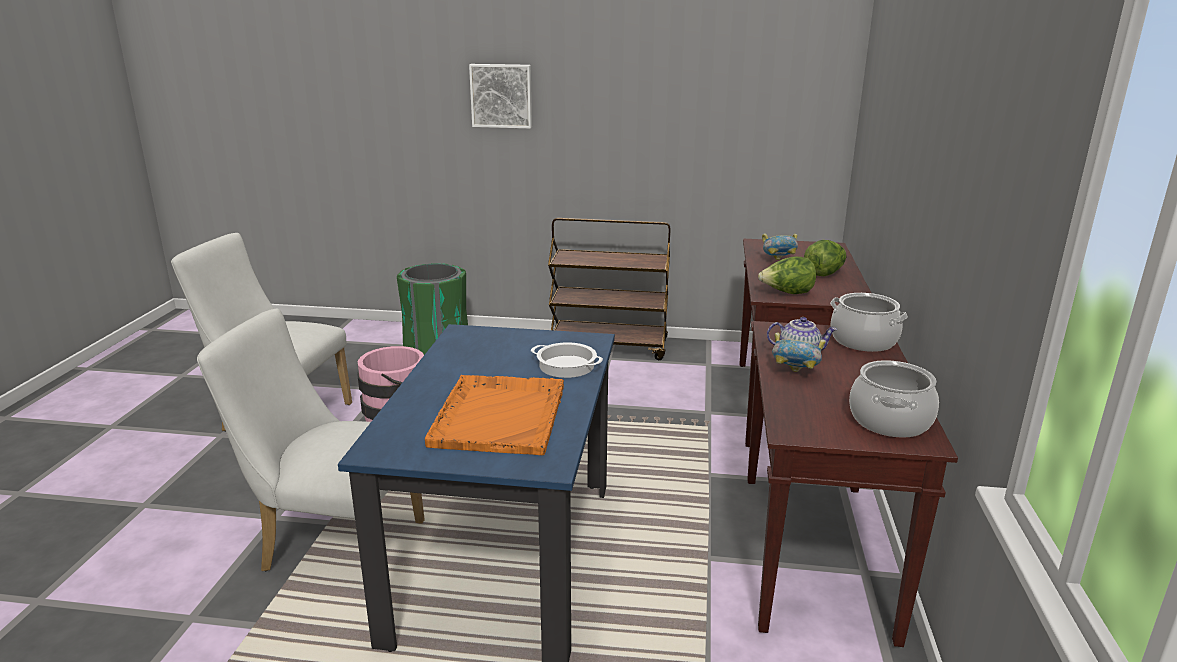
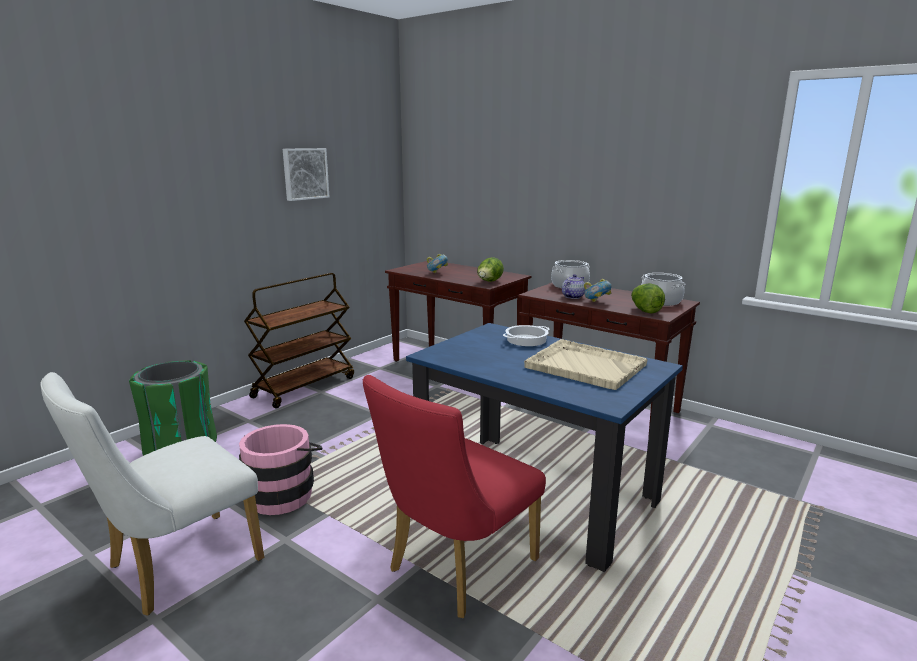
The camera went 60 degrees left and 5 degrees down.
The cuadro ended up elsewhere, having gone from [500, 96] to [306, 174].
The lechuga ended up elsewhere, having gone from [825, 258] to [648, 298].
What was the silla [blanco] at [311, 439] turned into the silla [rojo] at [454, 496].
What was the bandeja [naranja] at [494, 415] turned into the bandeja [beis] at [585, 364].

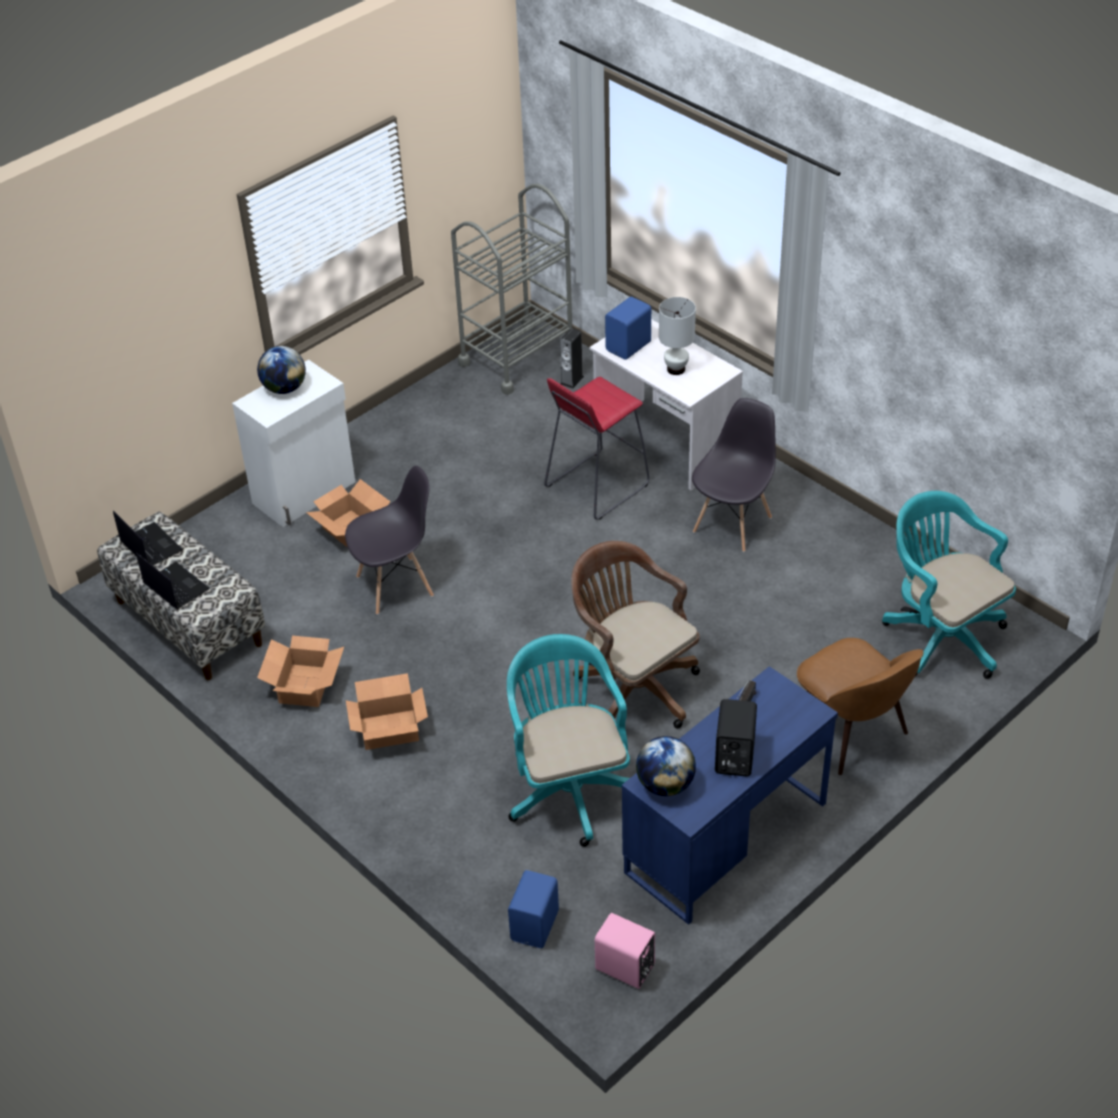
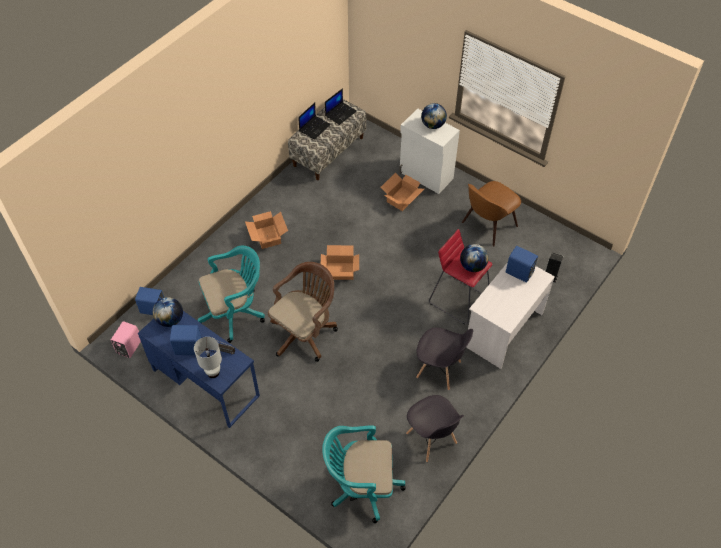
The camera went 80 degrees right and 10 degrees up.
The second view lost the carrito [gris] at [511, 289].
The lámpara de mesa [blanco] ended up elsewhere, having gone from [677, 336] to [208, 357].
The silla [gris] ended up elsewhere, having gone from [389, 540] to [435, 428].
The silla de oficina [turquesa] at [949, 585] ended up facing another way, 135 degrees counterclockwise from before.
The caja de cartón ended up elsewhere, having gone from [300, 671] to [340, 262].
The silla [marrón] ended up elsewhere, having gone from [860, 706] to [491, 213].
What was the altavoz [negro] at [736, 737] turned into the altavoz [azul] at [186, 340].
The second view gained the globo terráqueo at [474, 258].

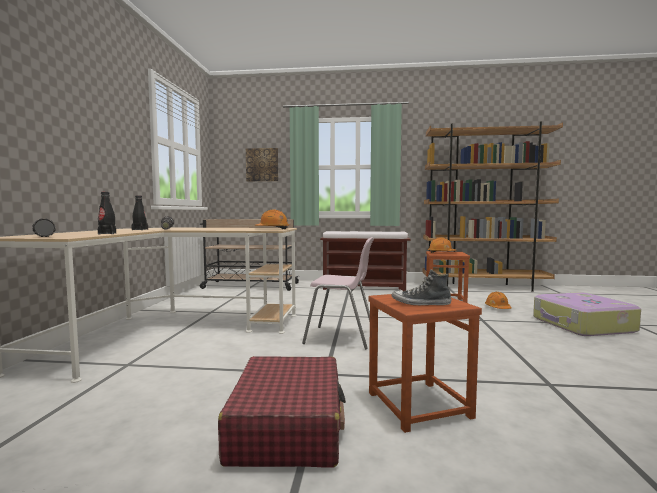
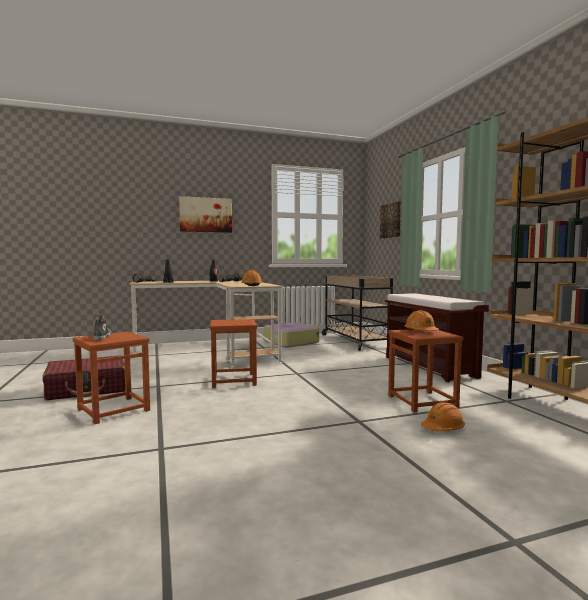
The camera went 65 degrees right and 0 degrees up.
Where the silla [rosa] stood at [338, 293], the taburete [marrón] came to stand at [233, 353].
The maleta ended up elsewhere, having gone from [587, 314] to [291, 335].
The second view gained the cuadro at [205, 214].

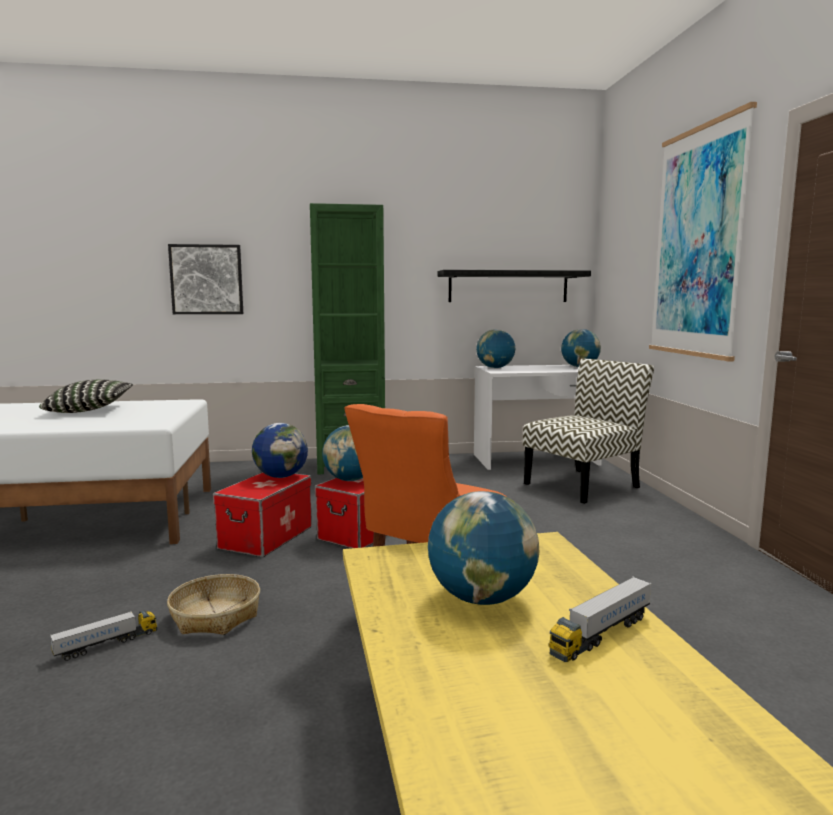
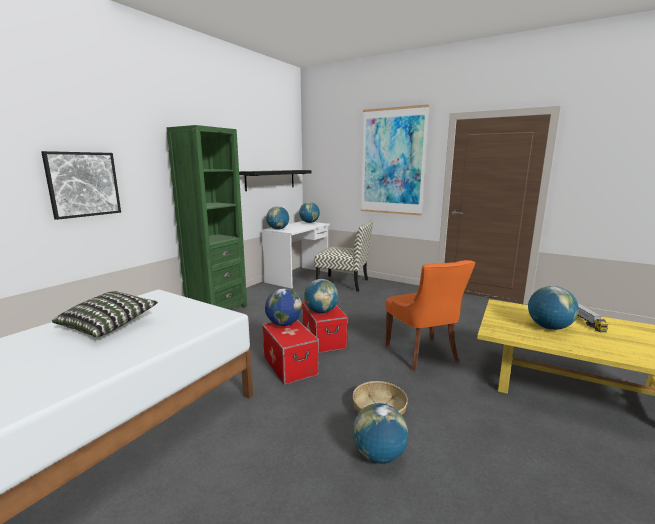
The camera went 50 degrees left and 5 degrees up.
The silla at [588, 431] ended up facing another way, 105 degrees clockwise from before.
Where the camión de juguete stood at [103, 636], the globo terráqueo came to stand at [380, 433].

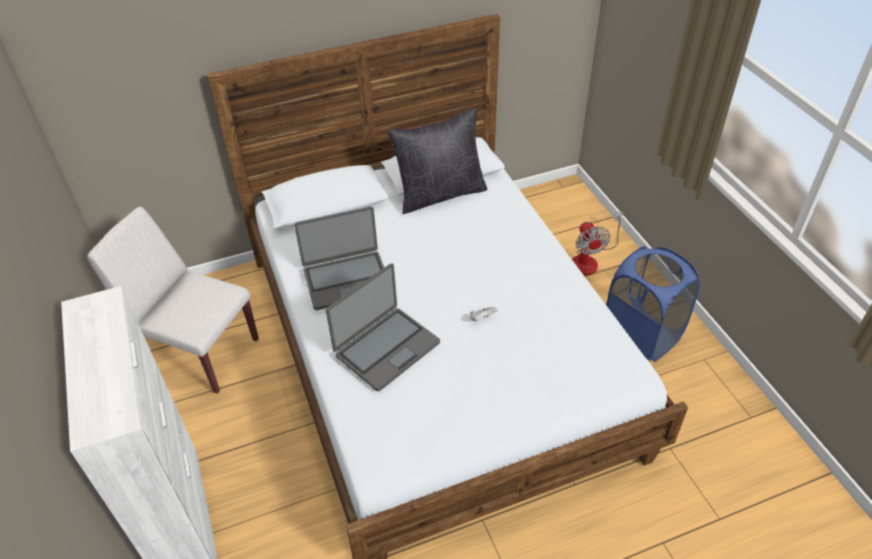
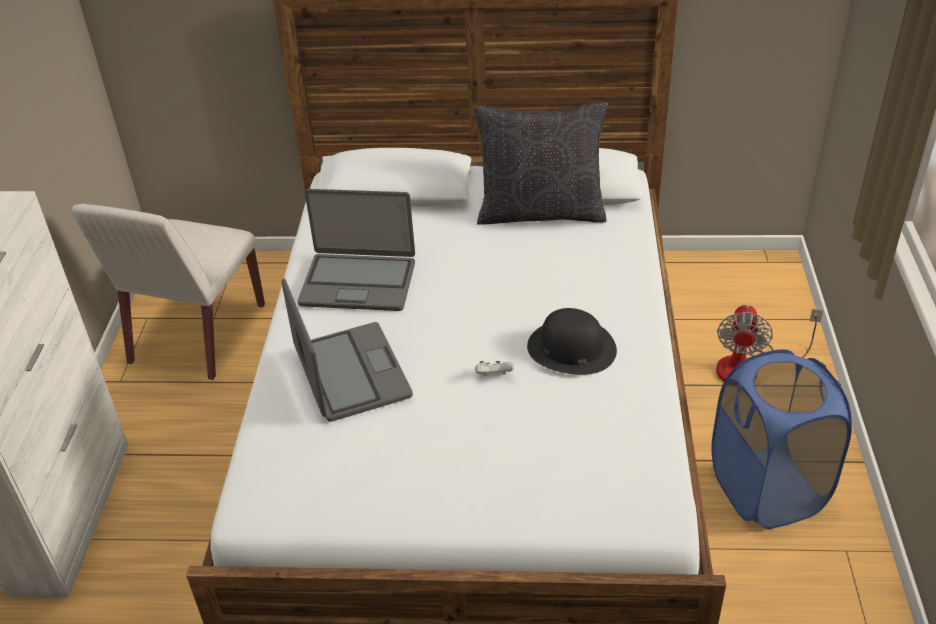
The camera went 25 degrees right and 5 degrees down.
The silla [blanco] at [173, 300] ended up facing another way, 120 degrees counterclockwise from before.
The portátil at [383, 327] ended up facing another way, 90 degrees counterclockwise from before.
The second view gained the sombrero [negro] at [572, 341].

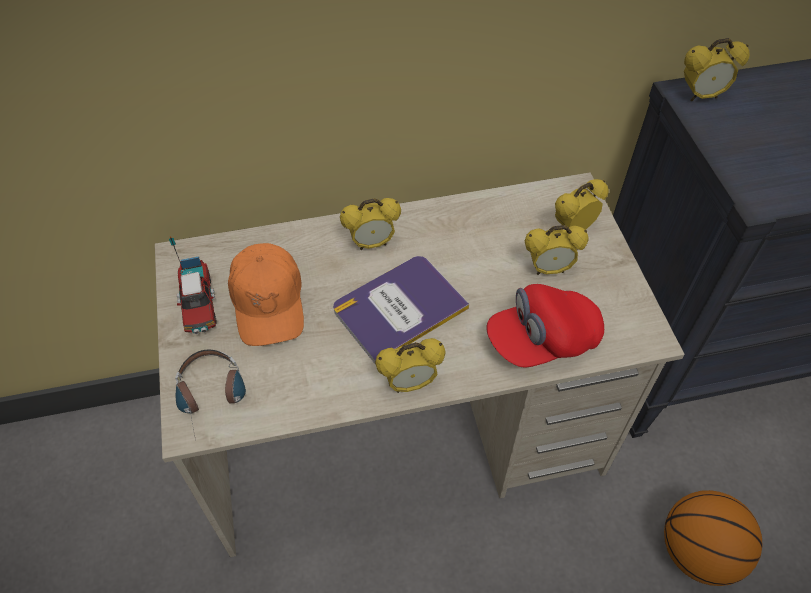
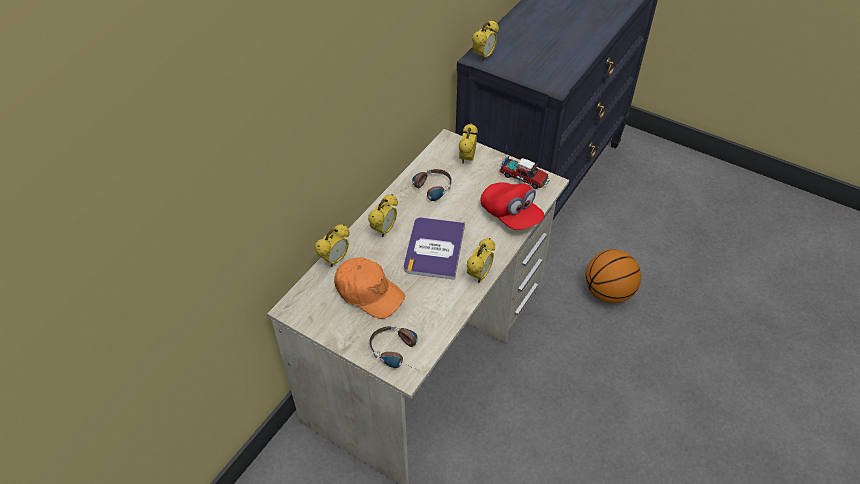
The camera went 45 degrees left and 5 degrees down.
The despertador ended up elsewhere, having gone from [557, 250] to [332, 245].
The camión de juguete ended up elsewhere, having gone from [192, 285] to [524, 167].
The gorra [rojo] at [545, 325] ended up facing another way, 60 degrees counterclockwise from before.
The second view gained the auriculares at [427, 185].

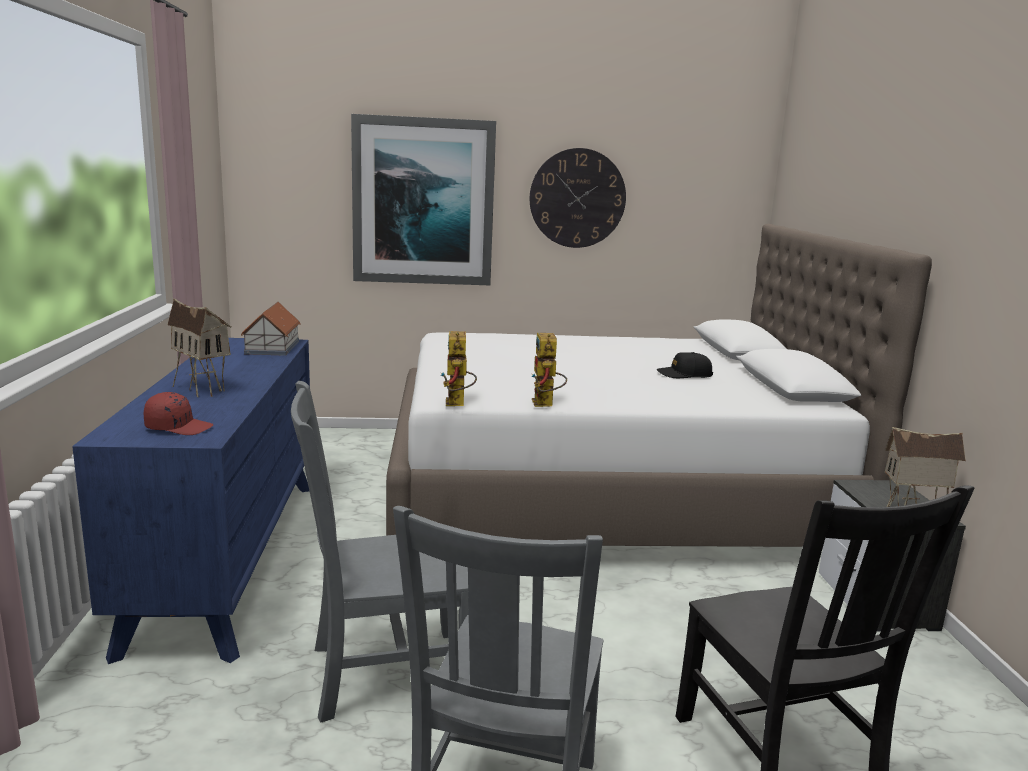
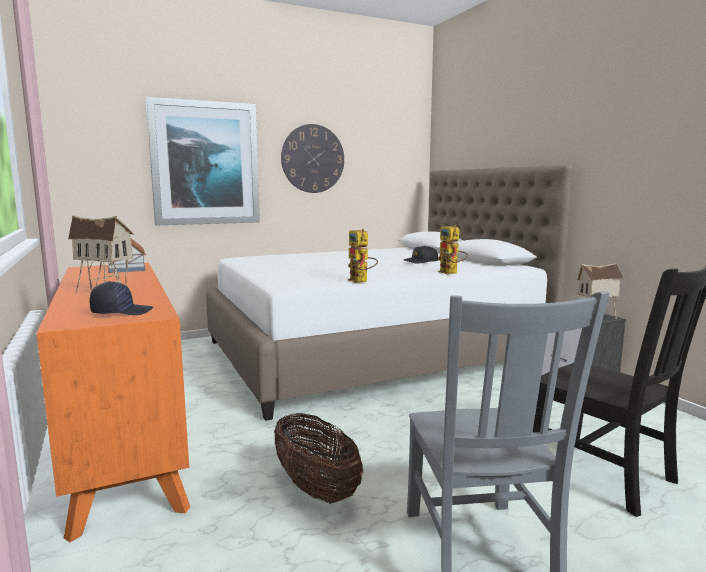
The camera went 20 degrees left and 5 degrees down.
The robot de juguete ended up elsewhere, having gone from [459, 368] to [453, 250].
What was the cómoda [azul] at [191, 501] turned into the cómoda [naranja] at [113, 402].
Where the silla [gris] stood at [380, 552], the cesta came to stand at [318, 458].
What was the gorra [rojo] at [178, 413] turned into the gorra [negro] at [121, 298].

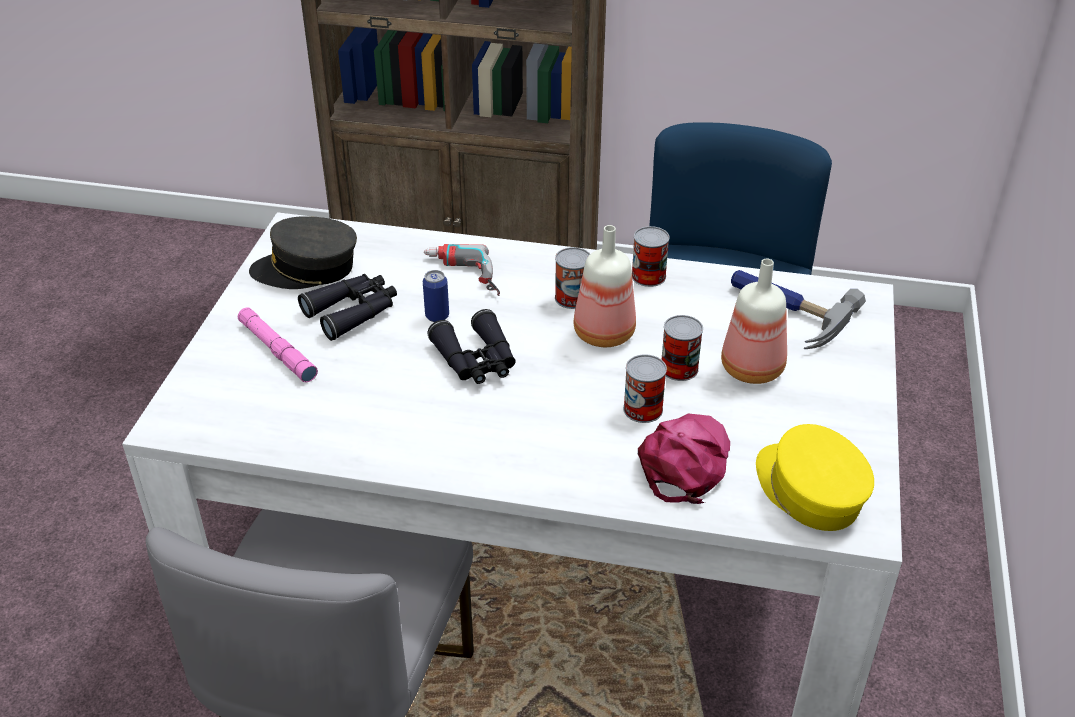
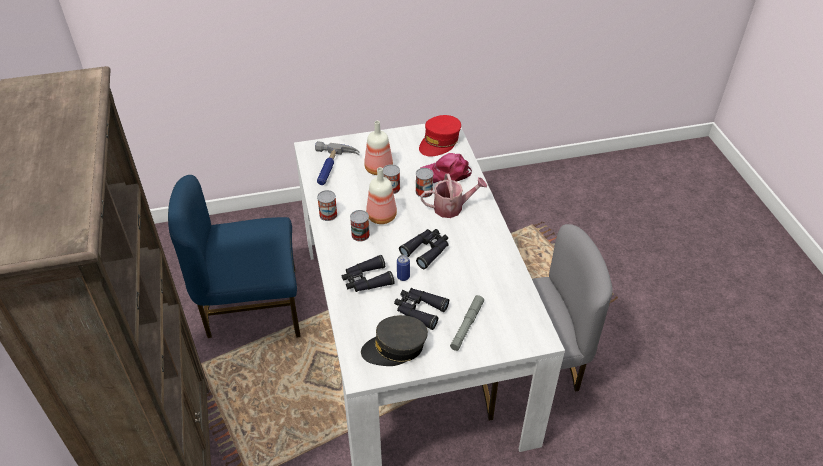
The camera went 115 degrees left and 5 degrees up.
The gorra [gris] at [303, 252] ended up facing another way, 105 degrees clockwise from before.
Where the taladro stood at [462, 270], the prismáticos [negro] came to stand at [368, 273].
What was the linterna [rosa] at [278, 344] turned into the linterna [gris] at [467, 323].
What was the gorra [amarillo] at [815, 477] turned into the gorra [rojo] at [440, 136].
The second view gained the regadera at [454, 195].

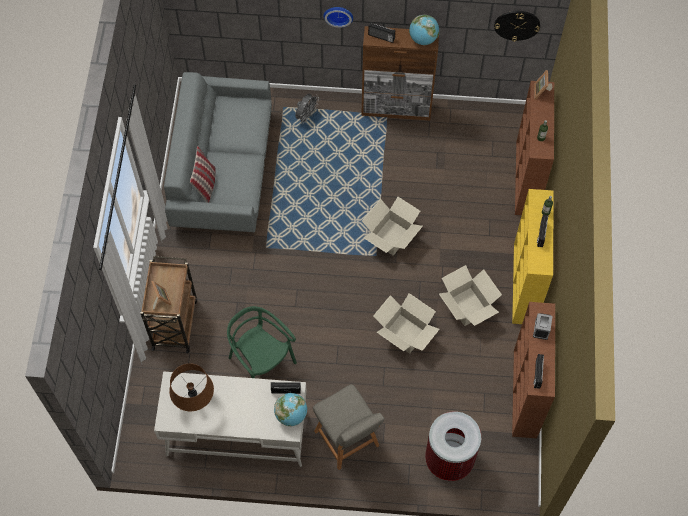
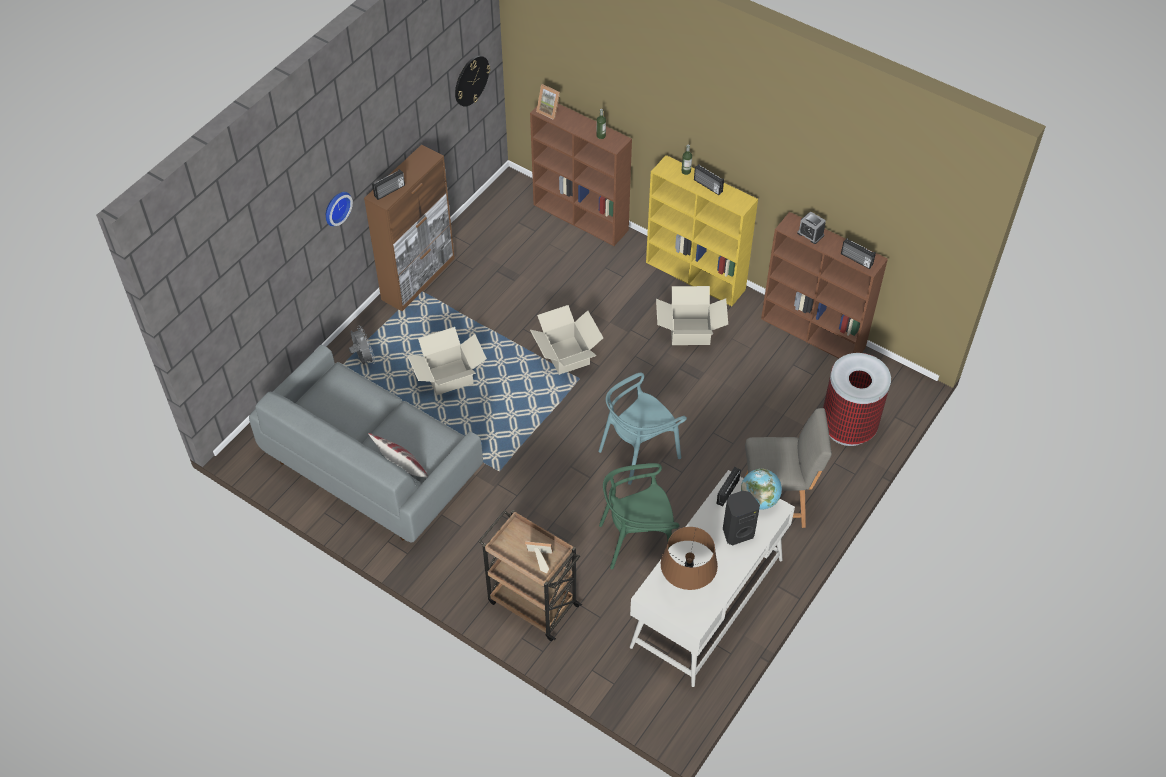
The camera went 60 degrees left and 10 degrees down.
The second view lost the globo terráqueo at [424, 30].
The caja de cartón ended up elsewhere, having gone from [406, 323] to [447, 361].
The second view gained the silla [turquesa] at [642, 428].
The second view gained the altavoz [negro] at [741, 518].

